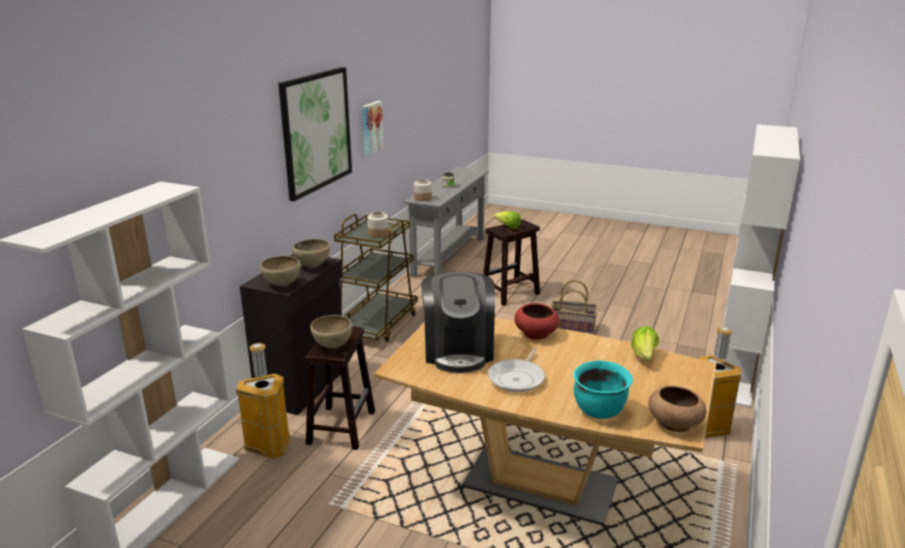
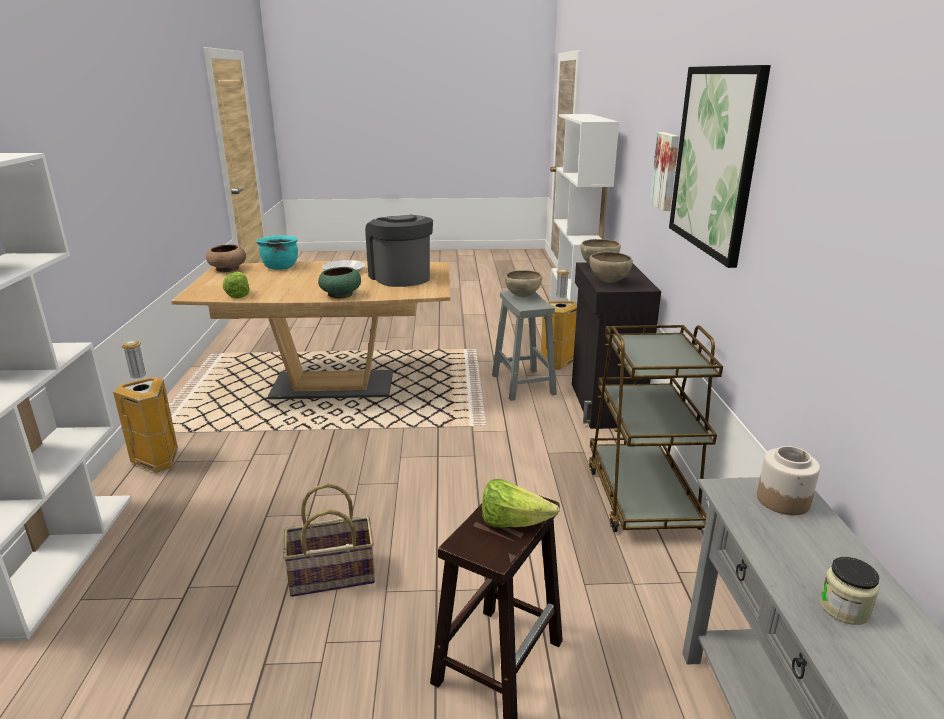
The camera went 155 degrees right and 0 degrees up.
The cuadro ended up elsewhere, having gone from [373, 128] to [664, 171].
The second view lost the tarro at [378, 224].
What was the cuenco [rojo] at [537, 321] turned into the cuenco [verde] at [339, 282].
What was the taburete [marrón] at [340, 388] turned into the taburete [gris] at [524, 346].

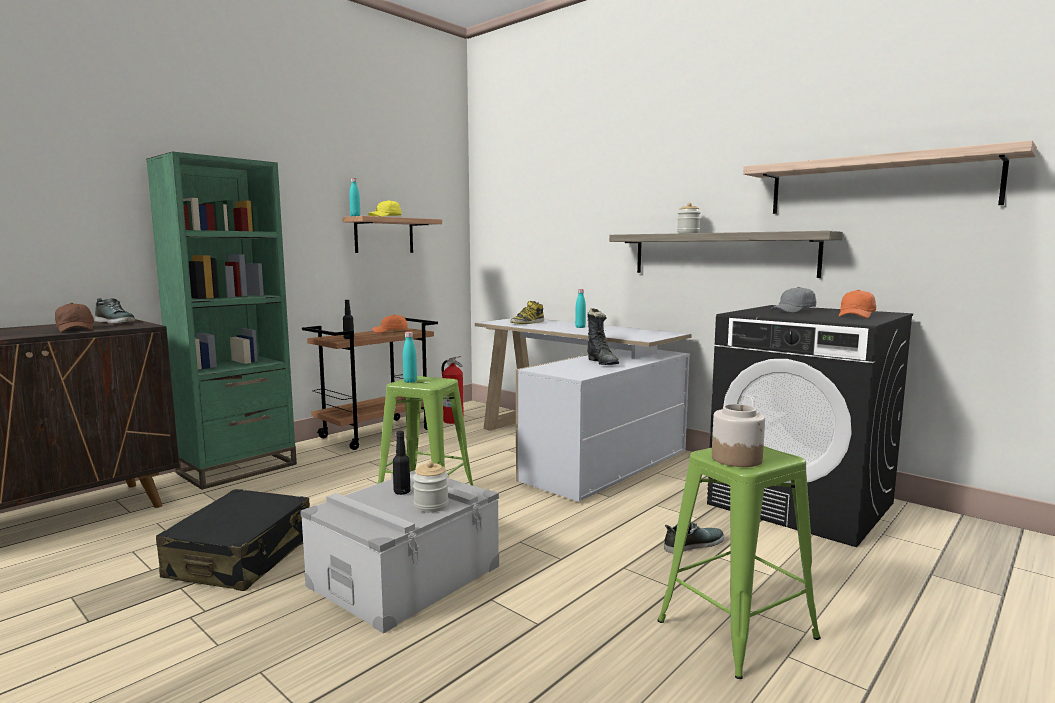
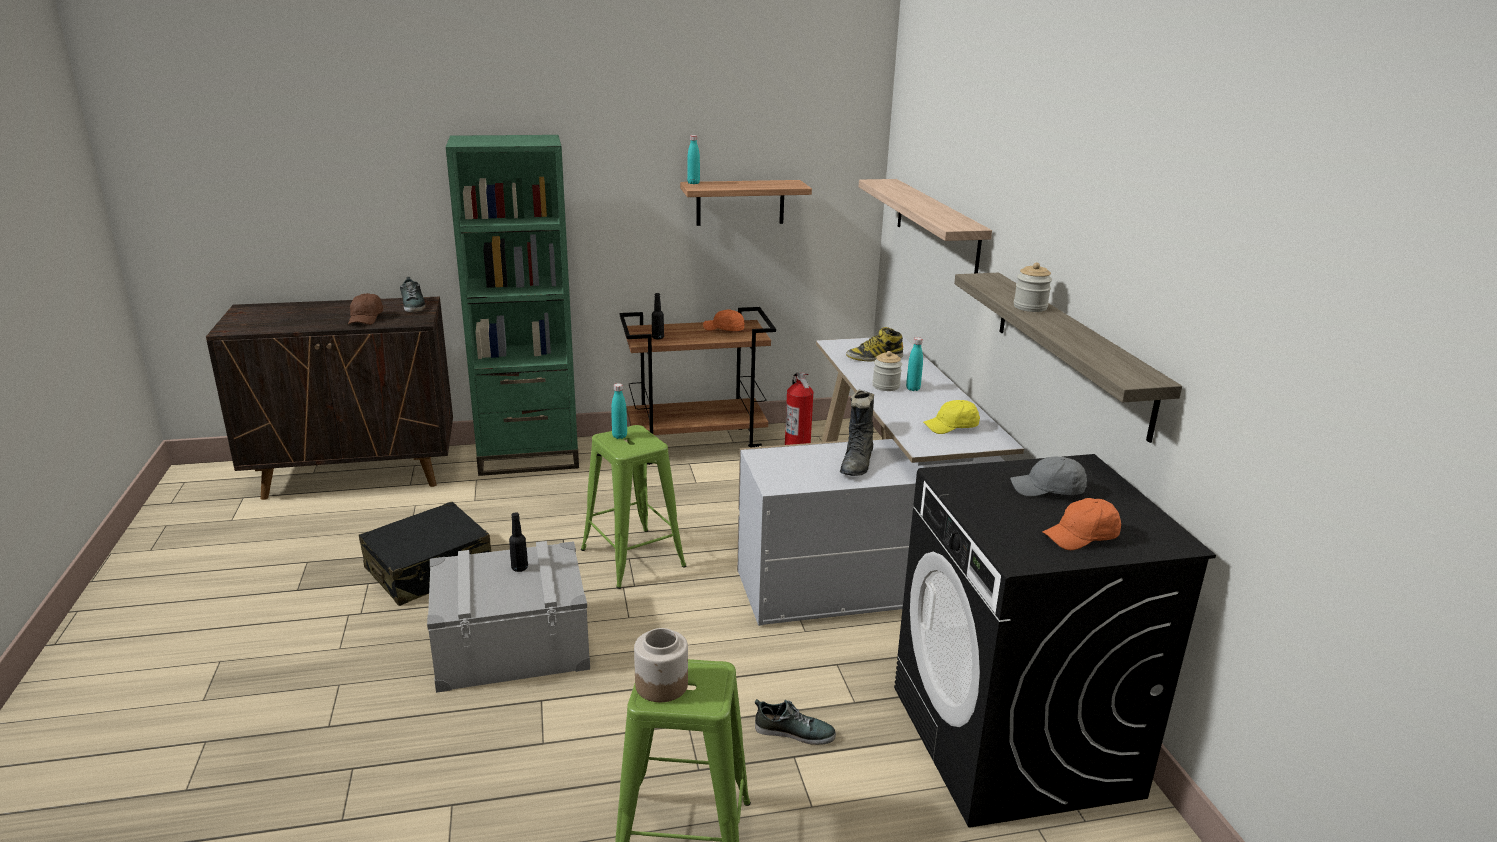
The camera went 35 degrees right and 15 degrees up.
The estante ended up elsewhere, having gone from [890, 177] to [925, 226].
The gorra [amarillo] ended up elsewhere, having gone from [385, 208] to [951, 417].
The tarro ended up elsewhere, having gone from [431, 486] to [887, 371].

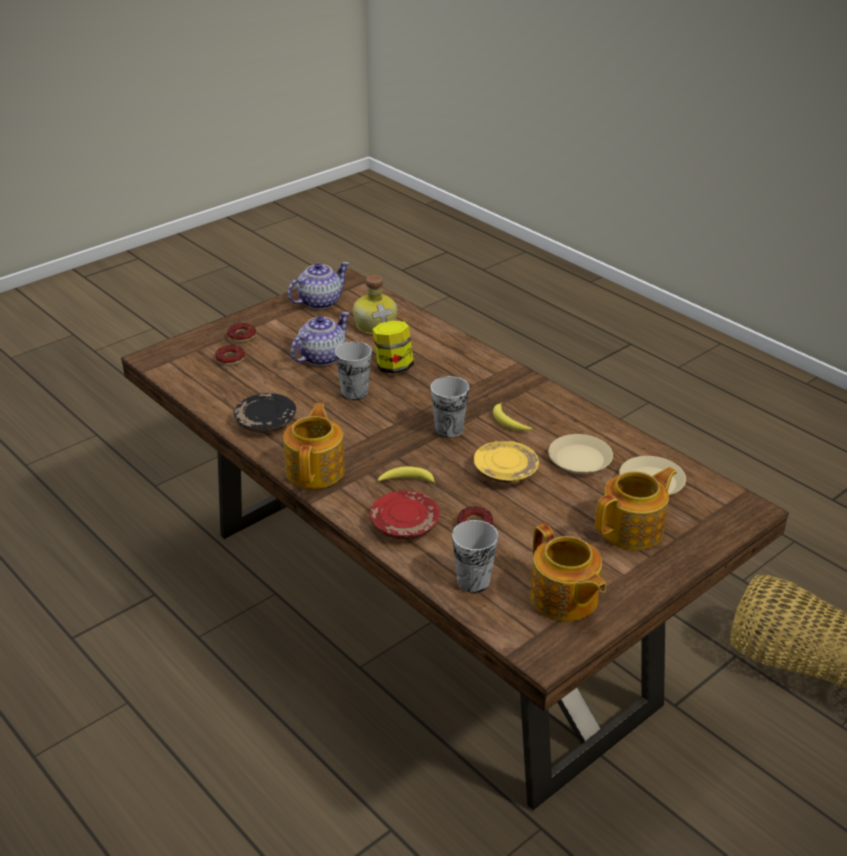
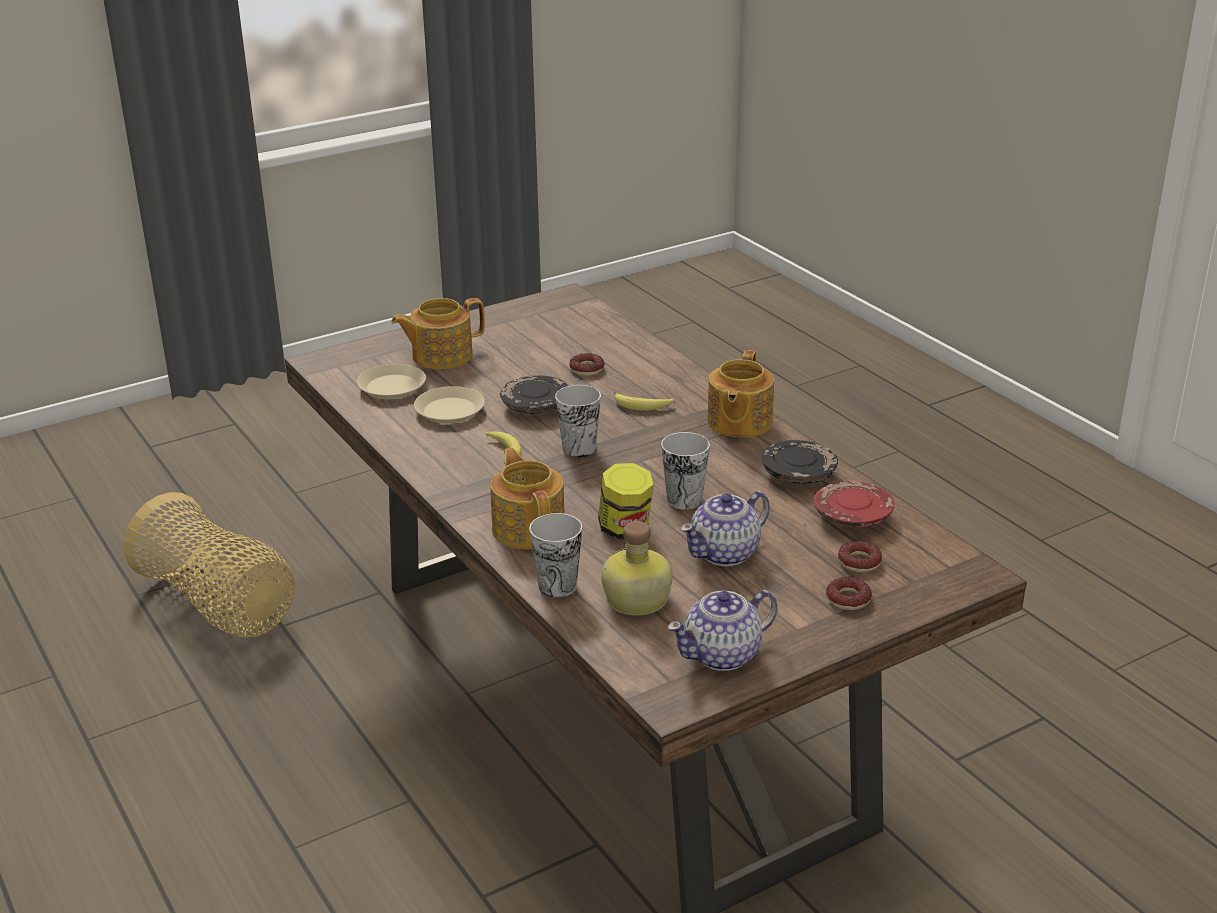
The camera went 170 degrees left and 5 degrees down.
What was the plato [amarillo] at [506, 462] turned into the plato [negro] at [534, 394].
The plato [rojo] ended up elsewhere, having gone from [405, 515] to [854, 504].
The taza ended up elsewhere, having gone from [475, 556] to [555, 555].
The tetera ended up elsewhere, having gone from [568, 572] to [527, 498].

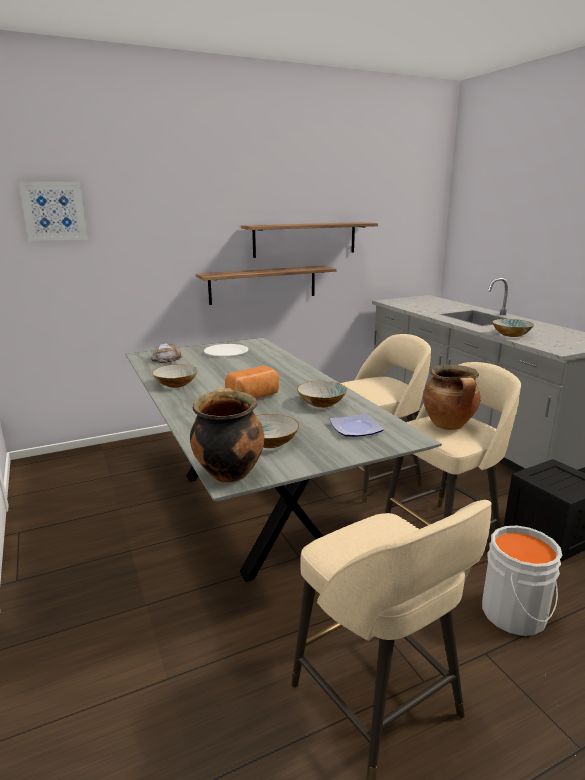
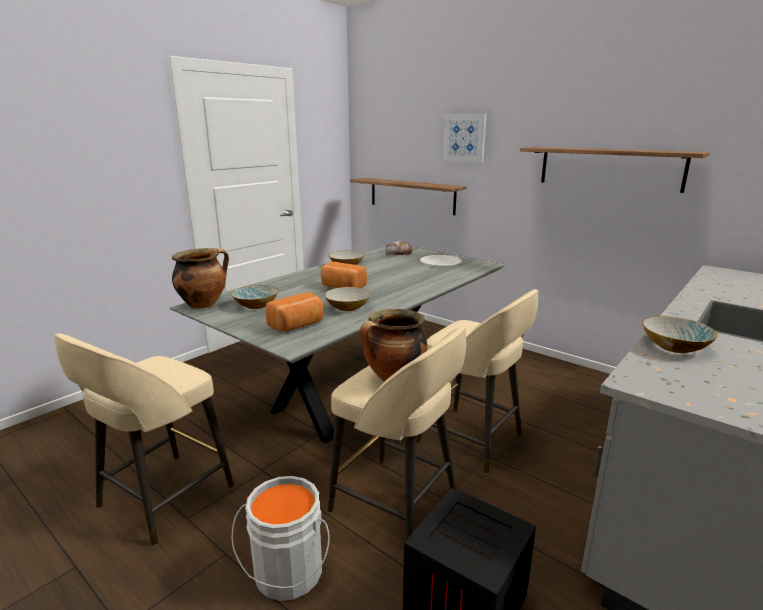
The camera went 65 degrees right and 0 degrees up.
The cuadro ended up elsewhere, having gone from [53, 211] to [465, 138].
The estante ended up elsewhere, having gone from [266, 285] to [408, 196].
Where the plato stood at [357, 425], the pan came to stand at [294, 312].

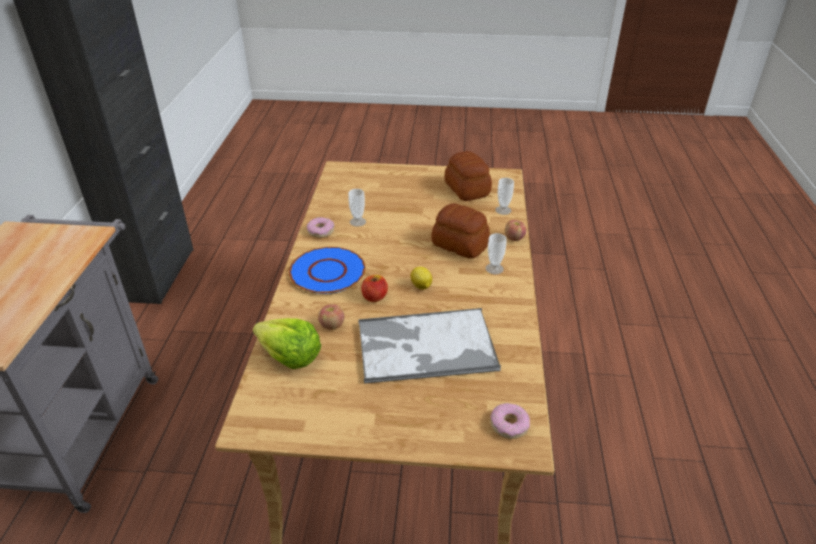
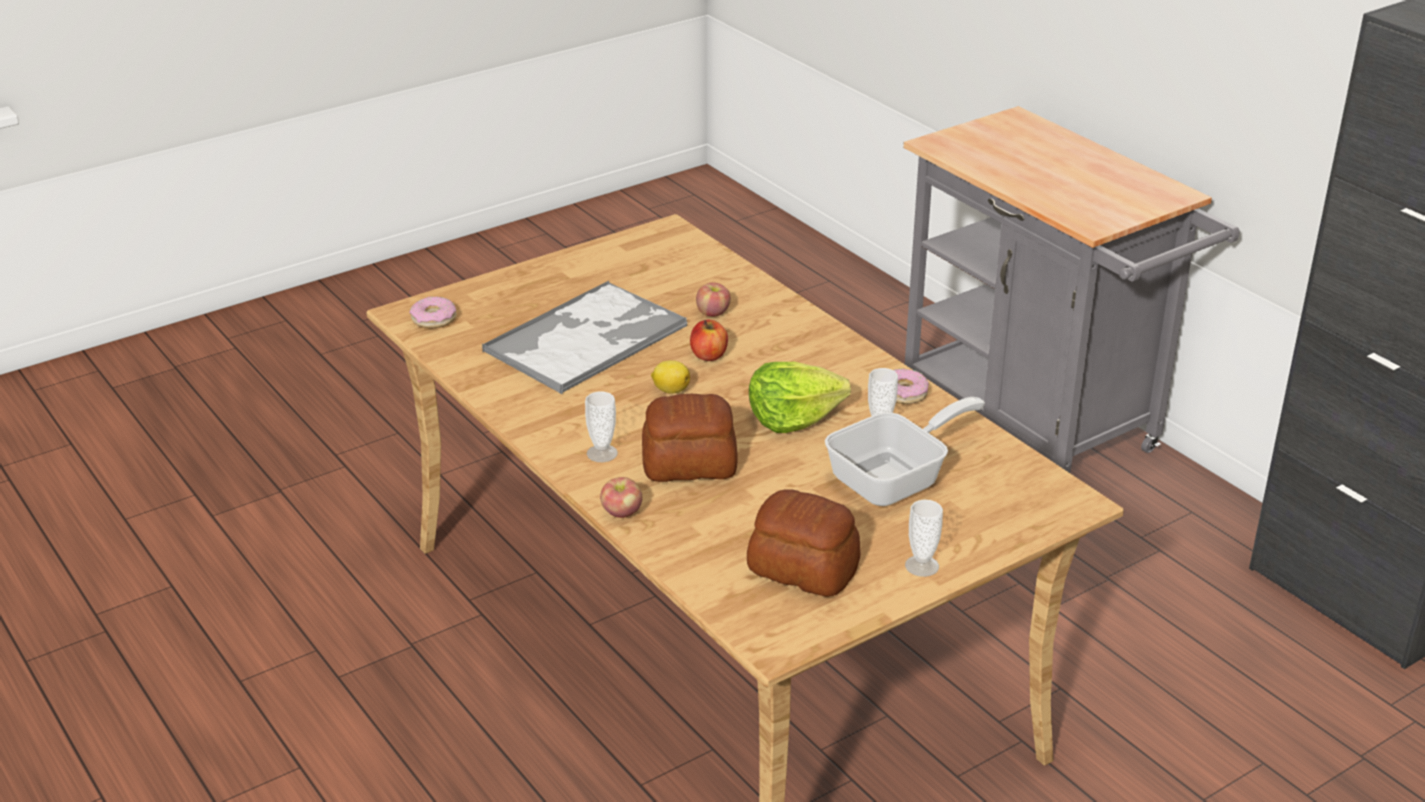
The camera went 140 degrees right and 5 degrees down.
The taza ended up elsewhere, having gone from [504, 196] to [924, 538].
The second view lost the plato [azul] at [327, 270].
The lechuga ended up elsewhere, having gone from [287, 343] to [800, 397].
The second view gained the sartén at [905, 451].

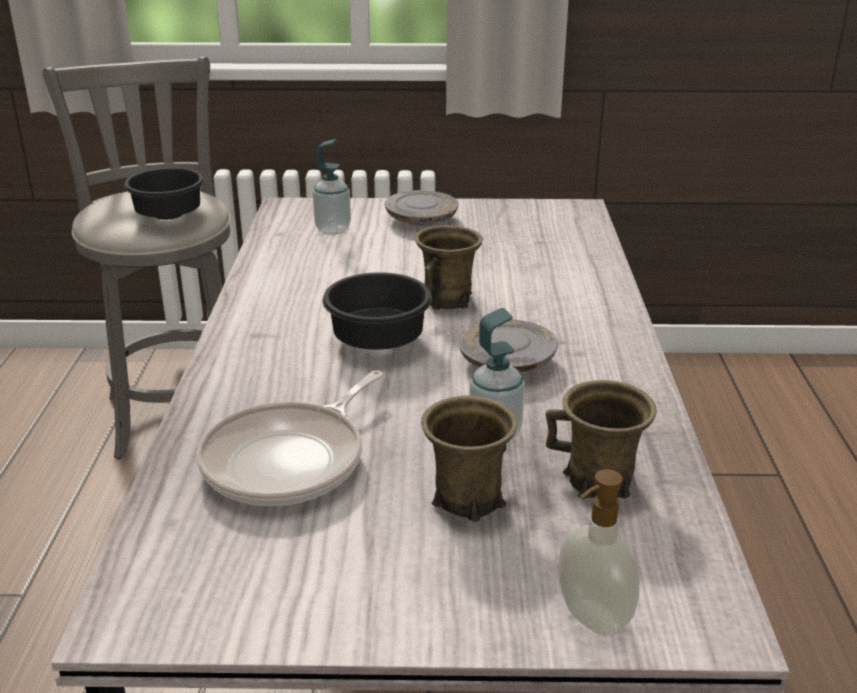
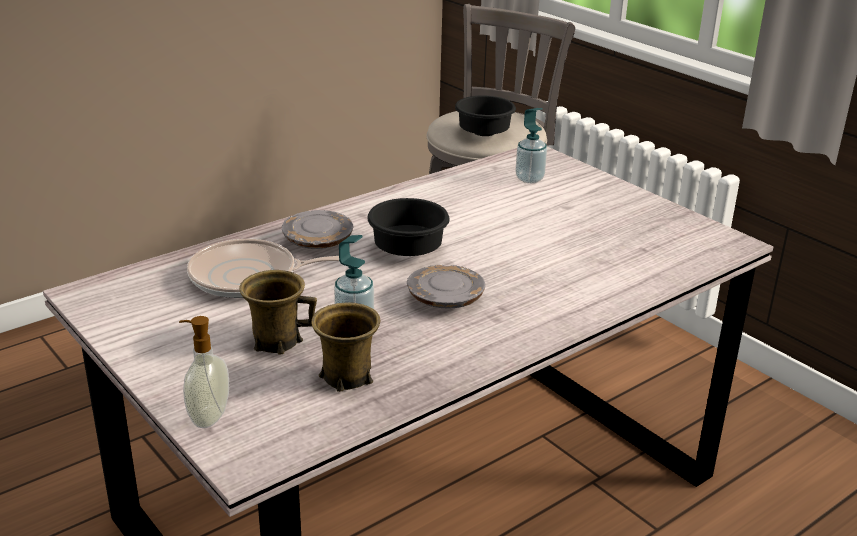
The camera went 50 degrees right and 0 degrees up.
The plato [gris] ended up elsewhere, having gone from [421, 208] to [317, 229].
The second view lost the taza grande [marrón] at [449, 267].

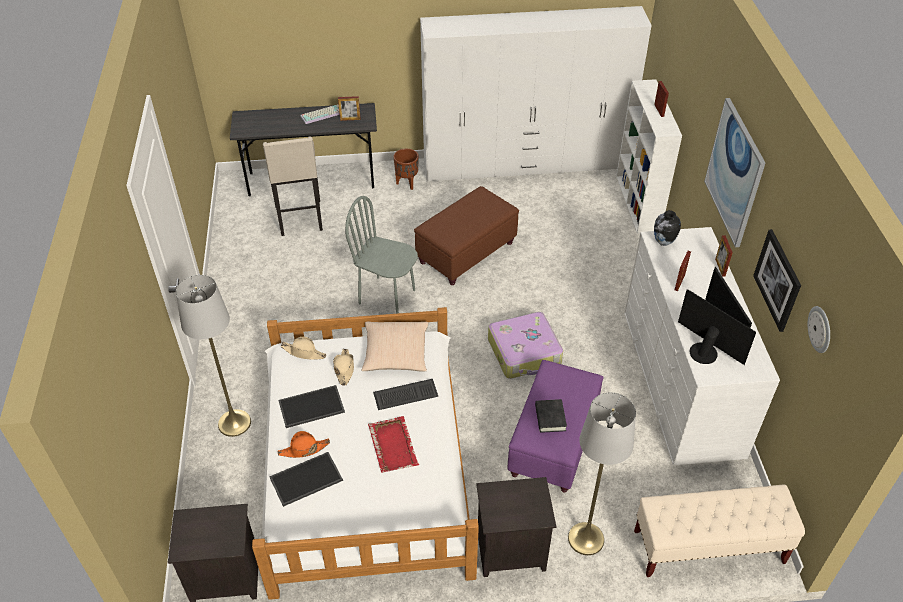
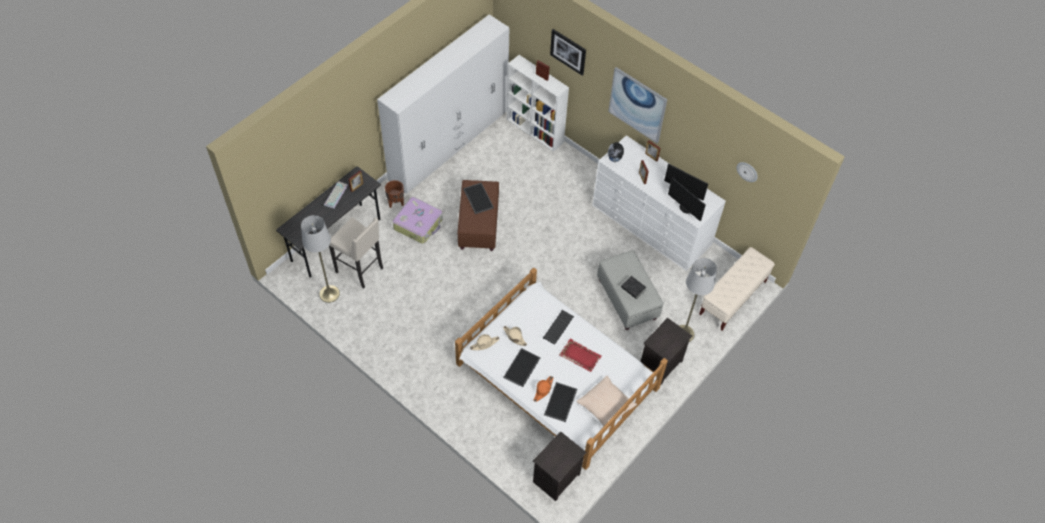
The camera went 45 degrees left and 10 degrees up.
The second view lost the silla [gris] at [381, 255].
The cuadro ended up elsewhere, having gone from [777, 280] to [568, 52].
The lámpara de pie [gris] ended up elsewhere, having gone from [213, 356] to [320, 259].
The monitor at [717, 327] ended up facing another way, 135 degrees counterclockwise from before.
The maleta ended up elsewhere, having gone from [525, 345] to [418, 220].
The cojín [beis] ended up elsewhere, having gone from [394, 346] to [606, 403].
What was the puf [morado] at [556, 426] turned into the puf [gris] at [630, 290].
The second view gained the bandeja at [478, 198].

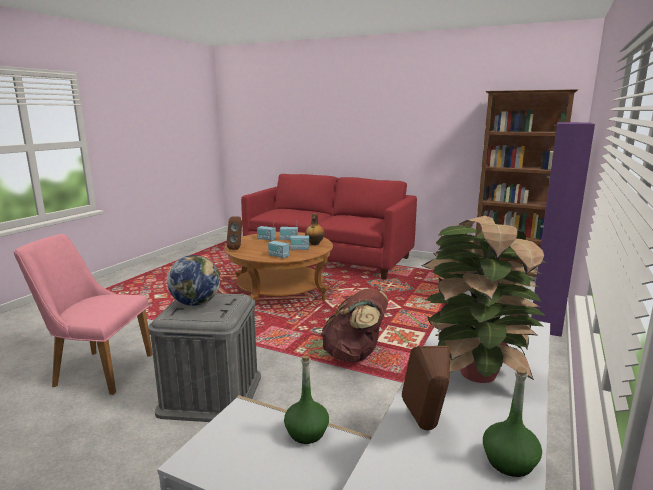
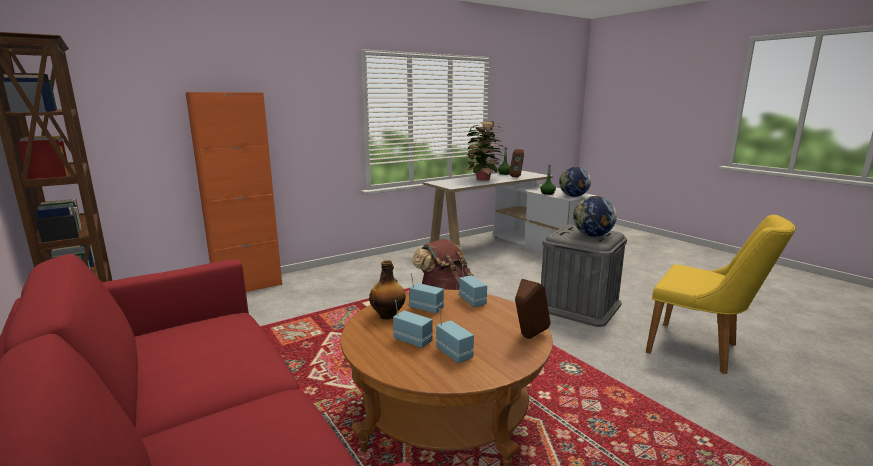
The camera went 150 degrees left and 0 degrees up.
What was the armario [morado] at [563, 229] turned into the armario [naranja] at [233, 192].
What was the silla [rosa] at [83, 314] turned into the silla [amarillo] at [720, 294].
The second view gained the globo terráqueo at [575, 181].

